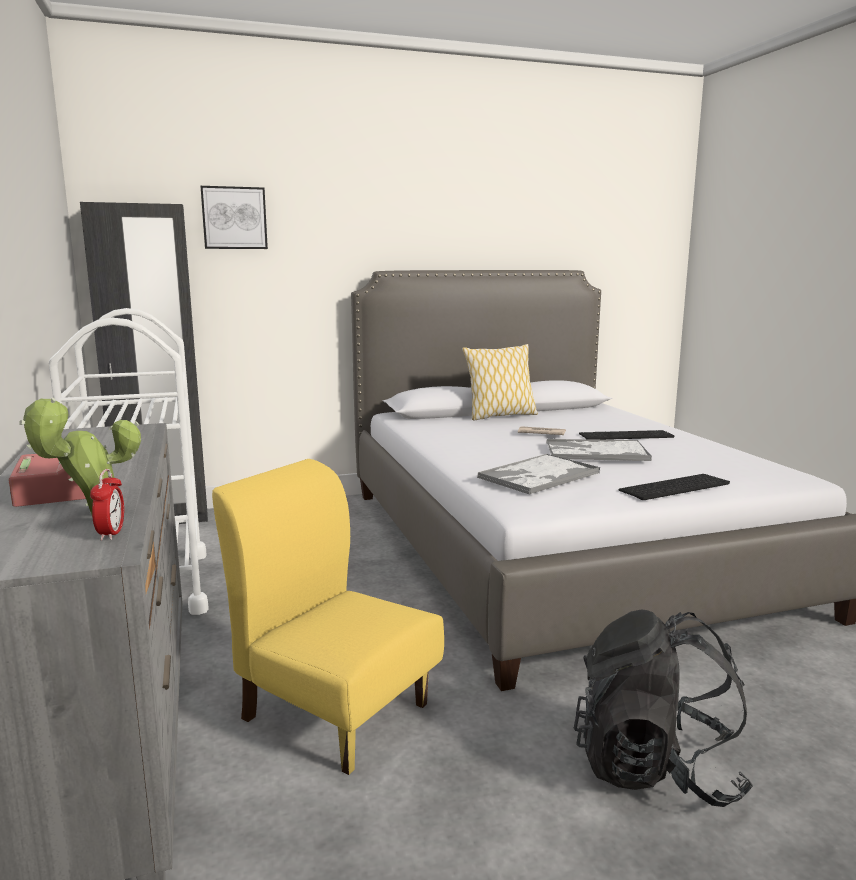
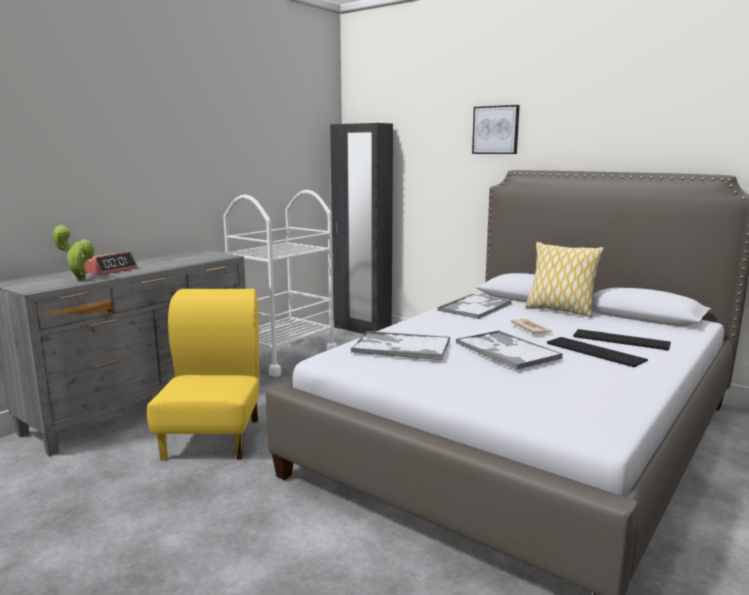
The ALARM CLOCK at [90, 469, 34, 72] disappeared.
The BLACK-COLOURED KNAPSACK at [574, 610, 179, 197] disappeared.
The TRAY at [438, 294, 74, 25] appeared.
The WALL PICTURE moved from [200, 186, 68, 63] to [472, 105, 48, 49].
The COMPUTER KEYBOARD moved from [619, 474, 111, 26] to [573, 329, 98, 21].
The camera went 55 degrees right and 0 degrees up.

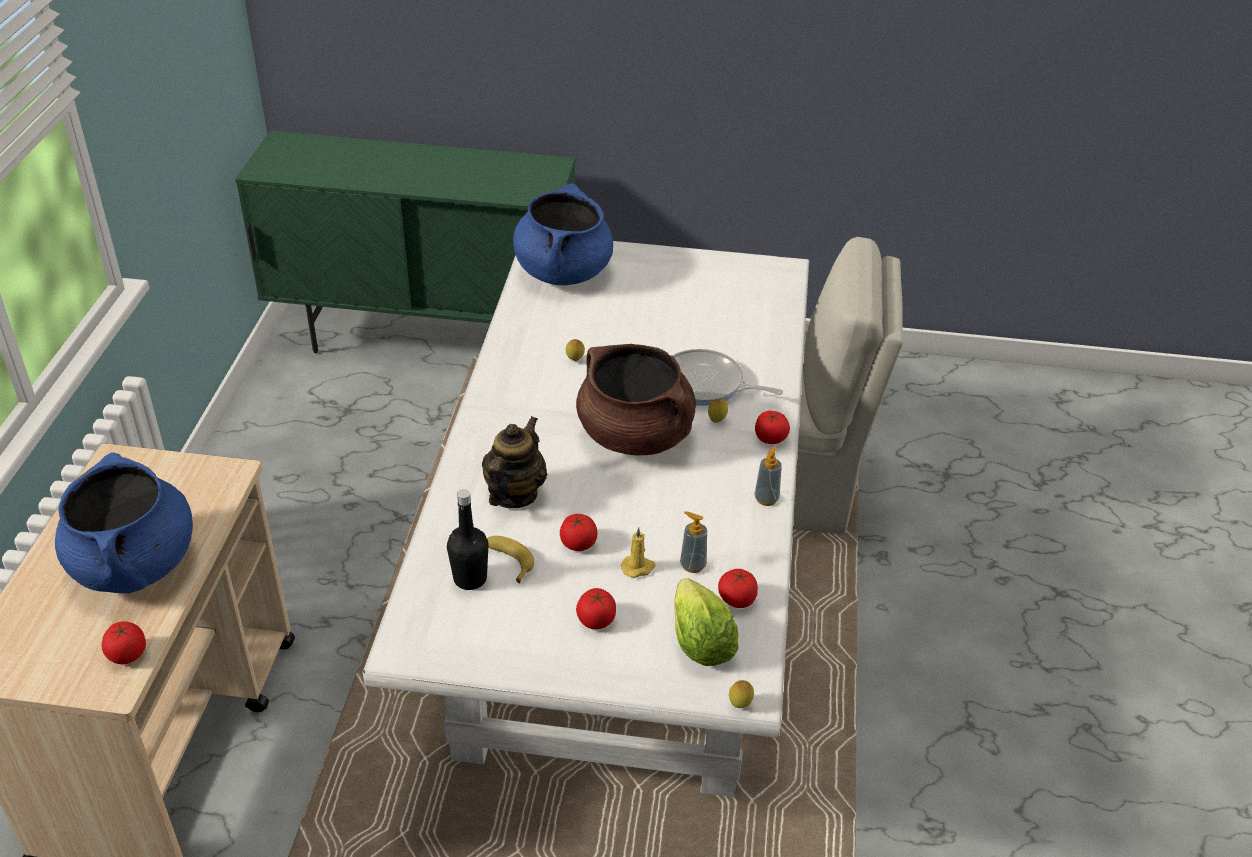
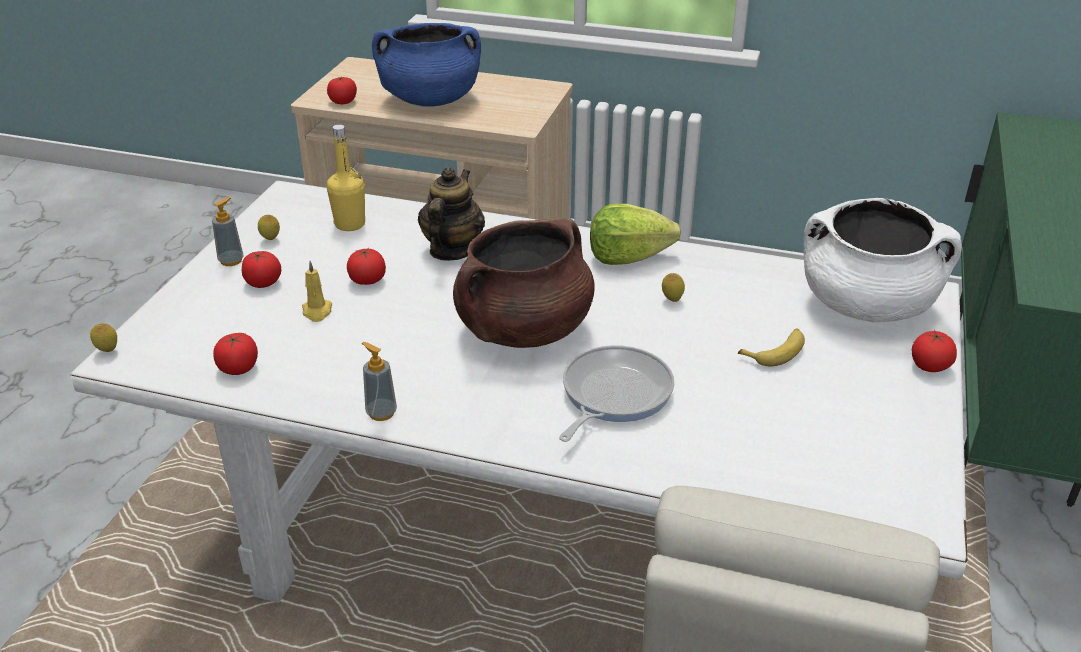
The BANANA moved from [487, 536, 47, 47] to [738, 329, 67, 37].
The HEAD OF LETTUCE moved from [674, 578, 65, 88] to [590, 204, 91, 61].
The SOAP DISPENSER moved from [680, 511, 27, 62] to [212, 197, 32, 69].
The CITRUS FRUIT moved from [708, 398, 20, 25] to [258, 215, 22, 25].
The TOMATO moved from [755, 411, 35, 33] to [912, 330, 45, 42].
The BLACK-COLOURED DRINK BOTTLE at [447, 489, 42, 101] became the YELLOWISH DRINK BOTTLE at [327, 124, 38, 107].
The BLUE-COLOURED COOKING POT at [513, 183, 100, 102] became the WHITE COOKING POT at [804, 198, 158, 124].
The POT FOR TEA at [482, 416, 65, 92] turned 105 degrees counterclockwise.
The camera went 100 degrees right and 5 degrees down.

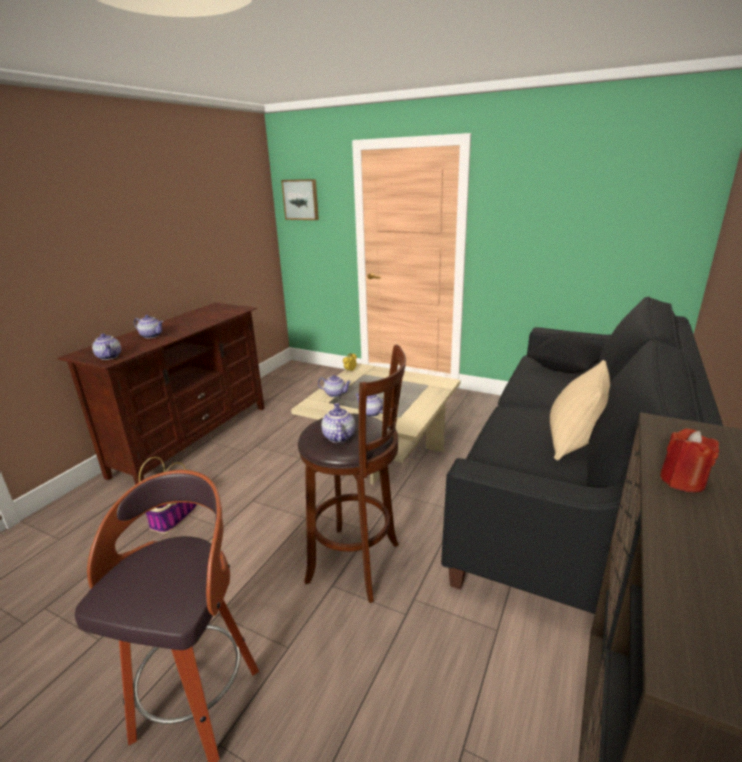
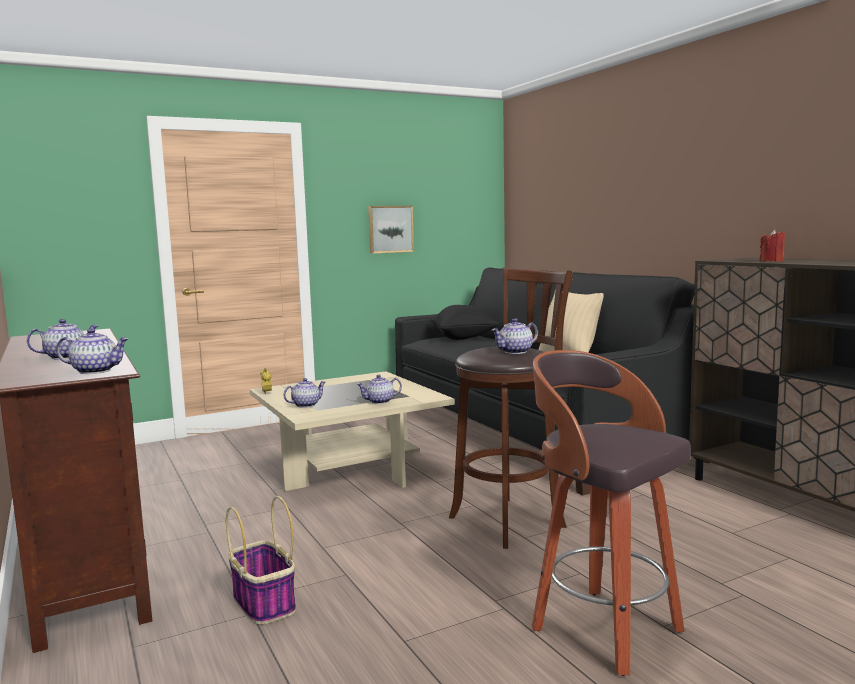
The WALL PICTURE moved from [281, 179, 38, 41] to [368, 206, 46, 48].
The POT FOR TEA at [321, 403, 34, 40] turned 60 degrees counterclockwise.
The camera went 55 degrees left and 15 degrees down.

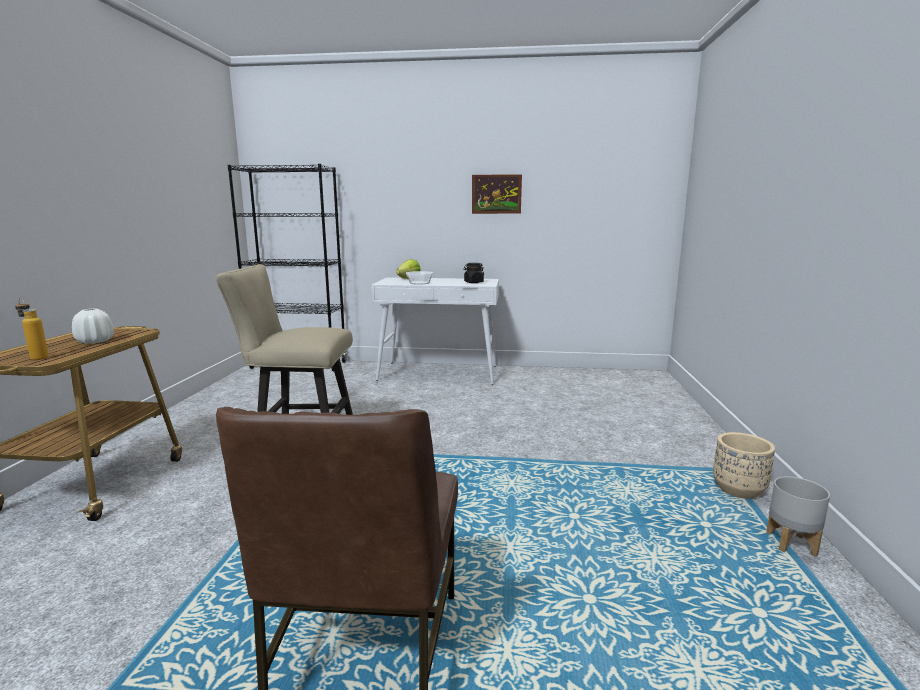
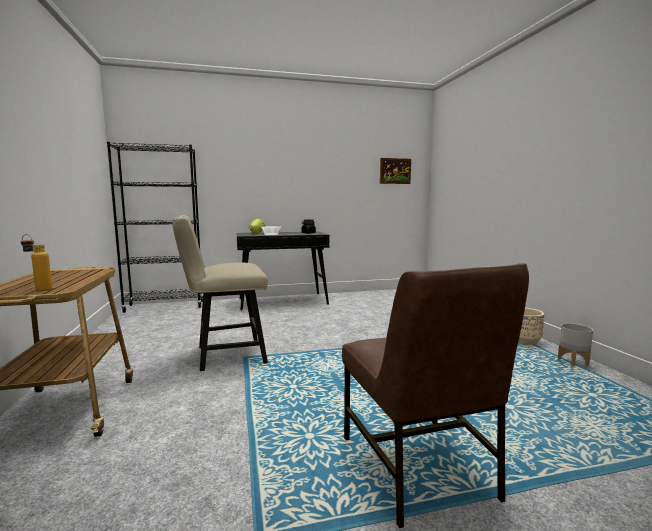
The WHITE FLOWER VASE at [72, 308, 42, 36] disappeared.
The WALL PICTURE moved from [472, 174, 50, 40] to [380, 158, 31, 26].
The WHITE CONSOLE TABLE at [371, 277, 128, 108] became the BLACK-COLOURED CONSOLE TABLE at [237, 231, 92, 80].
The camera went 20 degrees left and 5 degrees down.

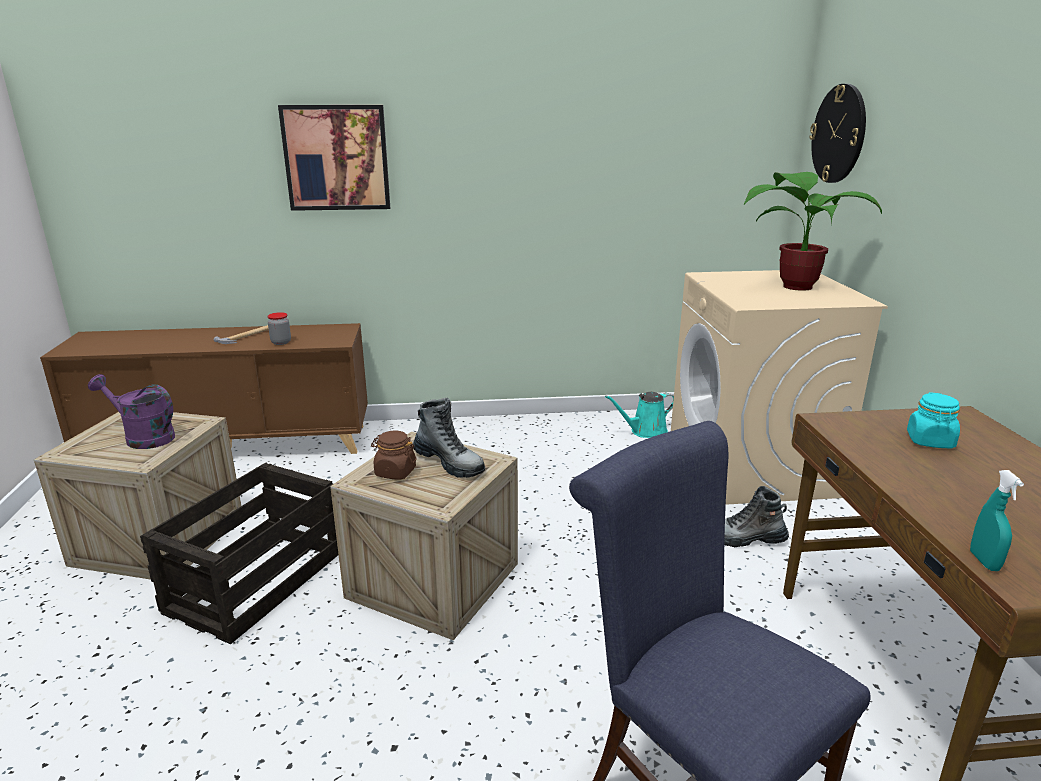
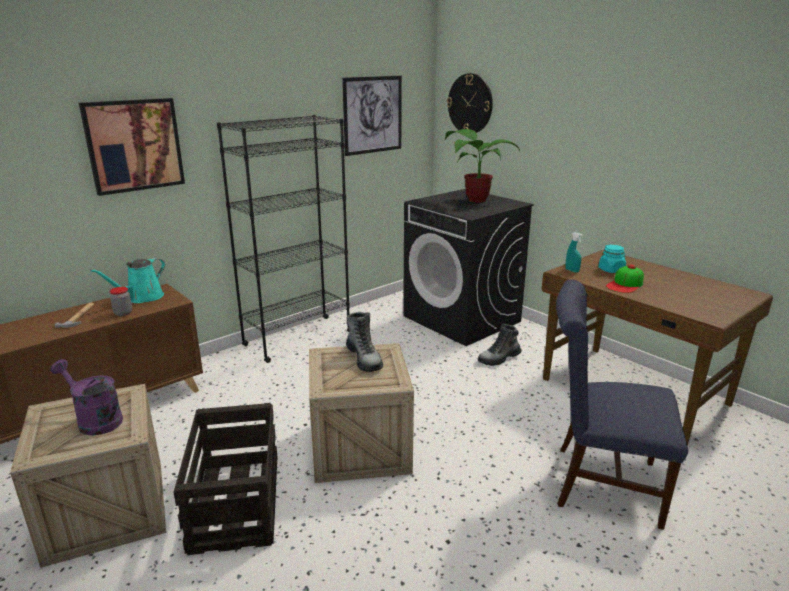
The BROWNISH STORAGE JAR at [371, 431, 45, 49] disappeared.
The BLACK-COLOURED SHELVING UNIT at [217, 115, 133, 248] appeared.
The WALL PICTURE at [342, 76, 60, 80] appeared.
The PEAKED CAP at [606, 265, 38, 28] appeared.
The TURQUOISE SPRINKLING CAN moved from [605, 392, 69, 46] to [90, 258, 75, 45].
The TURQUOISE SPRAYER moved from [970, 470, 54, 101] to [566, 232, 17, 41].
The BEIGE WASHING MACHINE at [671, 270, 217, 235] became the BLACK-COLOURED WASHING MACHINE at [403, 189, 131, 157].
The PURPLISH SPRINKLING CAN at [88, 374, 87, 75] turned 45 degrees clockwise.
The BOOT at [413, 398, 72, 80] turned 60 degrees clockwise.
The camera went 35 degrees left and 0 degrees up.

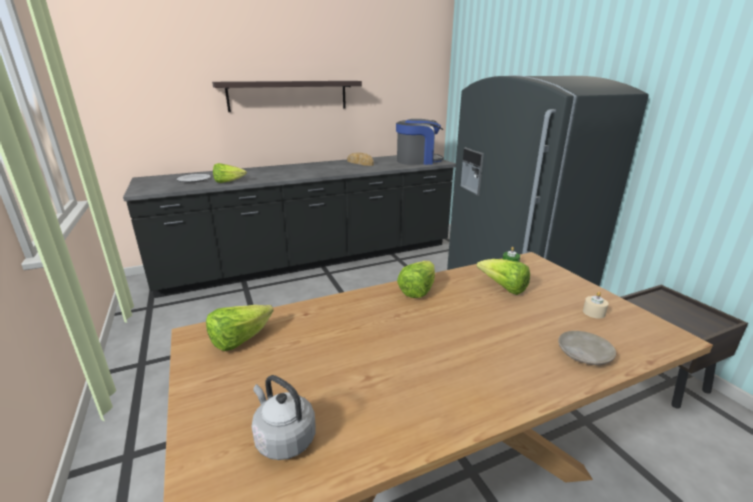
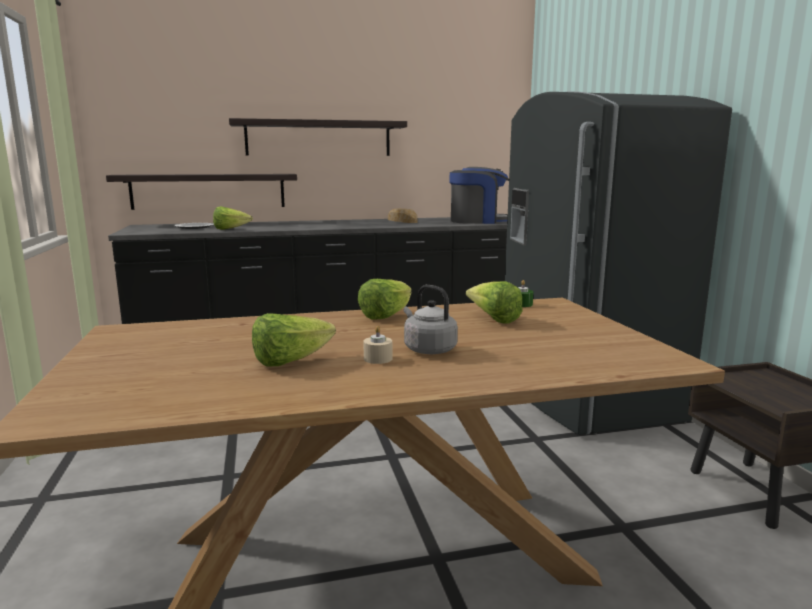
The BEIGE FLAT DISH at [558, 331, 58, 34] disappeared.
The WALL SHELF at [106, 174, 191, 36] appeared.
The HEAD OF LETTUCE moved from [206, 305, 67, 46] to [252, 313, 84, 54].
The GREYISH WATER KETTLE moved from [251, 375, 65, 85] to [404, 285, 54, 69].
The BEIGE WAX CANDLE moved from [583, 291, 25, 28] to [363, 326, 29, 38].
The camera went 10 degrees right and 10 degrees down.

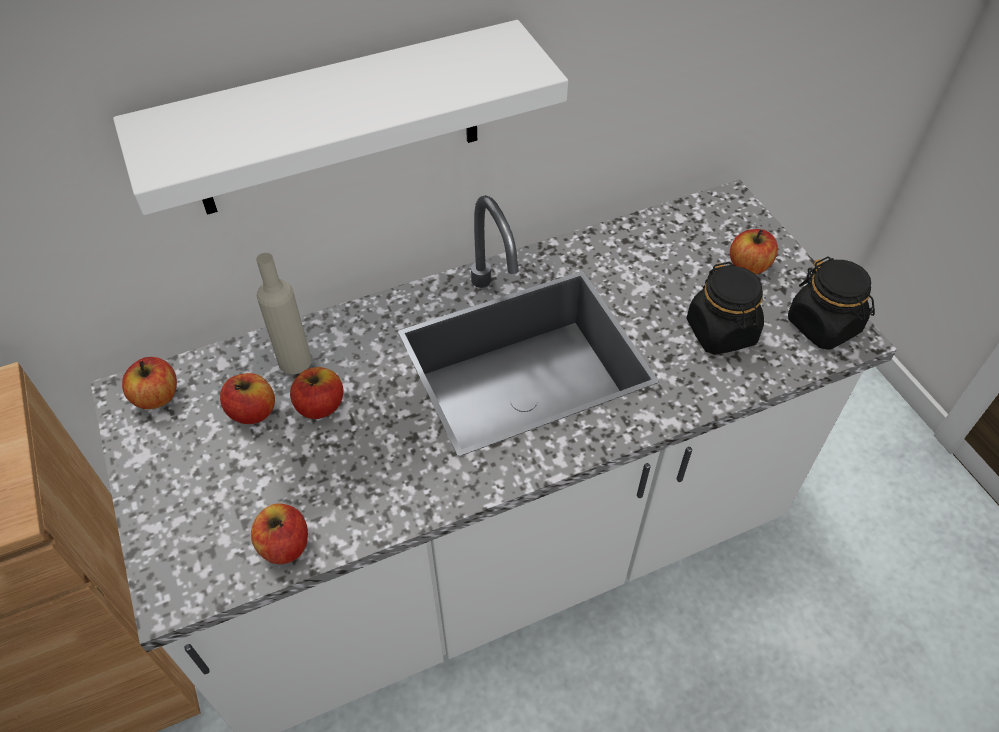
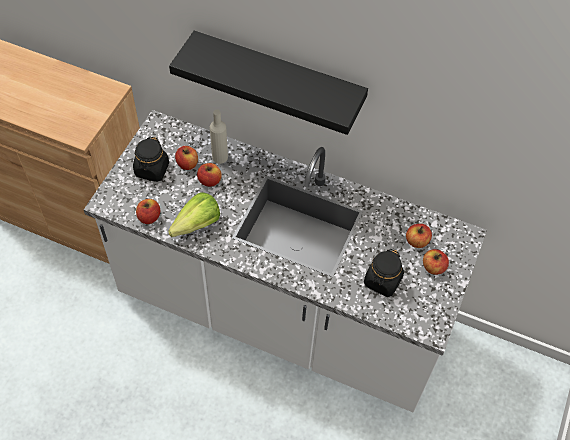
The HEAD OF LETTUCE at [168, 192, 52, 45] appeared.
The WHOLE APPLE moved from [122, 357, 55, 52] to [406, 224, 26, 24].
The BLACK-COLOURED STORAGE JAR moved from [788, 256, 87, 94] to [133, 137, 36, 45].
The WHITE WALL SHELF at [113, 20, 455, 195] became the BLACK-COLOURED WALL SHELF at [169, 31, 199, 104].
The camera went 45 degrees right and 5 degrees up.

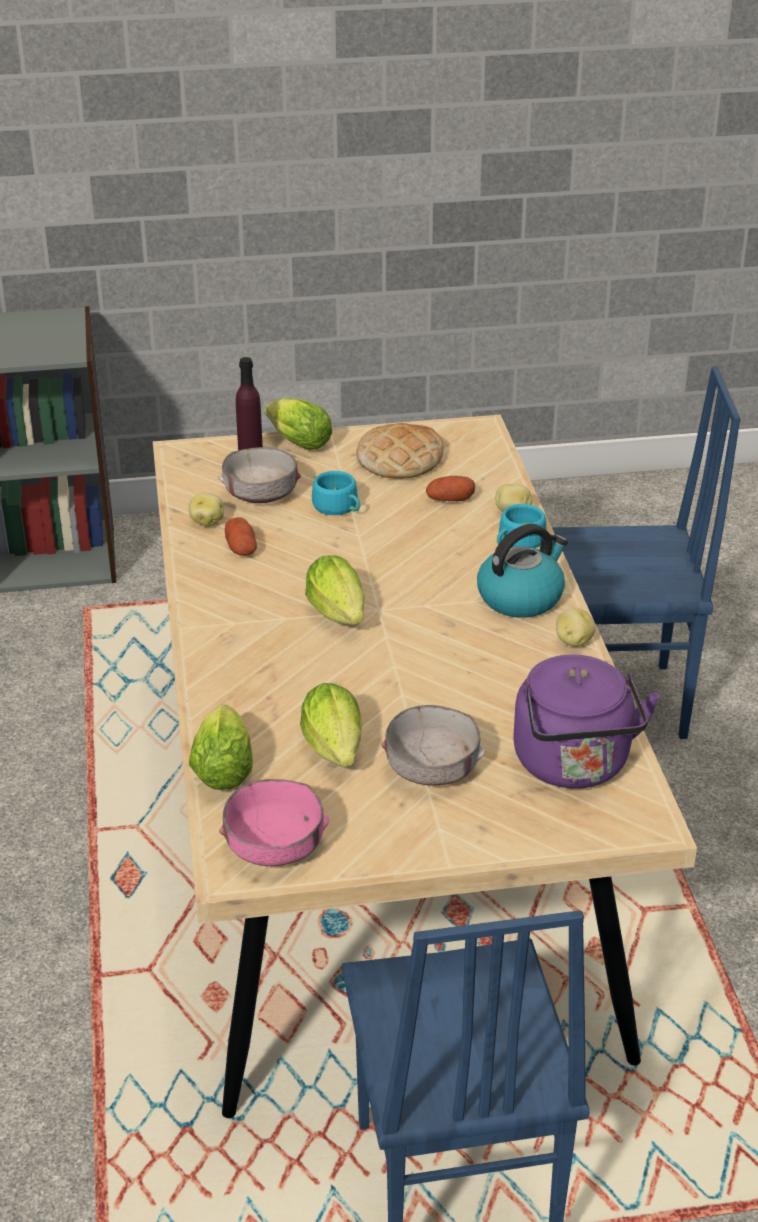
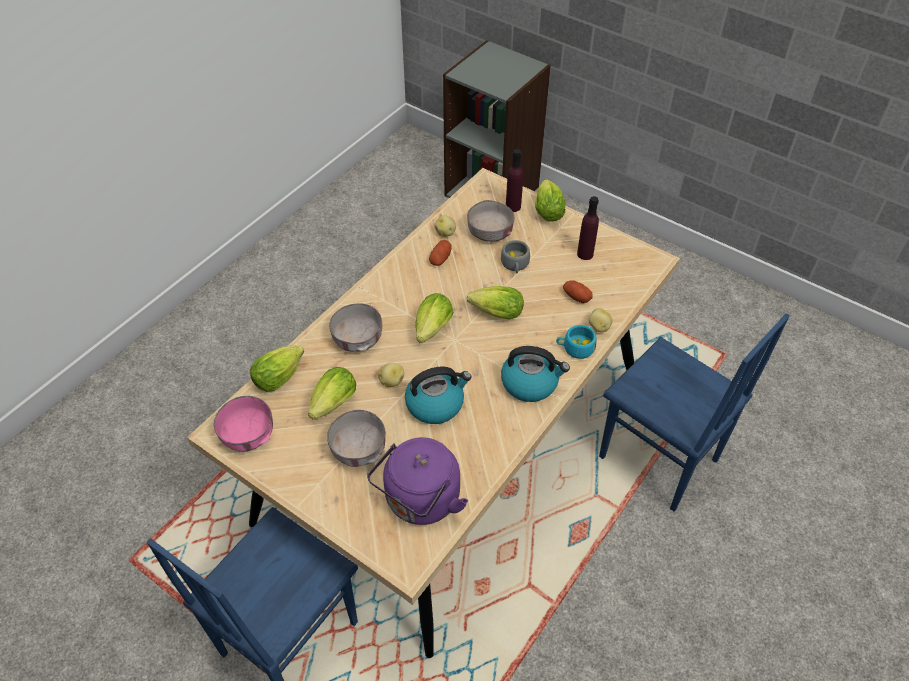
The GREYISH SERVING BOWL at [329, 303, 53, 49] appeared.
The WATER KETTLE at [405, 366, 66, 58] appeared.
The HEAD OF LETTUCE at [467, 286, 57, 33] appeared.
The POTATO moved from [556, 608, 39, 39] to [378, 362, 26, 25].
The BREAD at [357, 423, 87, 56] was replaced by the PURPLISH DRINK BOTTLE at [577, 196, 22, 64].
The TURQUOISE SMALL CUP at [312, 471, 48, 44] became the GREYISH SMALL CUP at [501, 240, 29, 33].
The camera went 45 degrees right and 15 degrees up.

